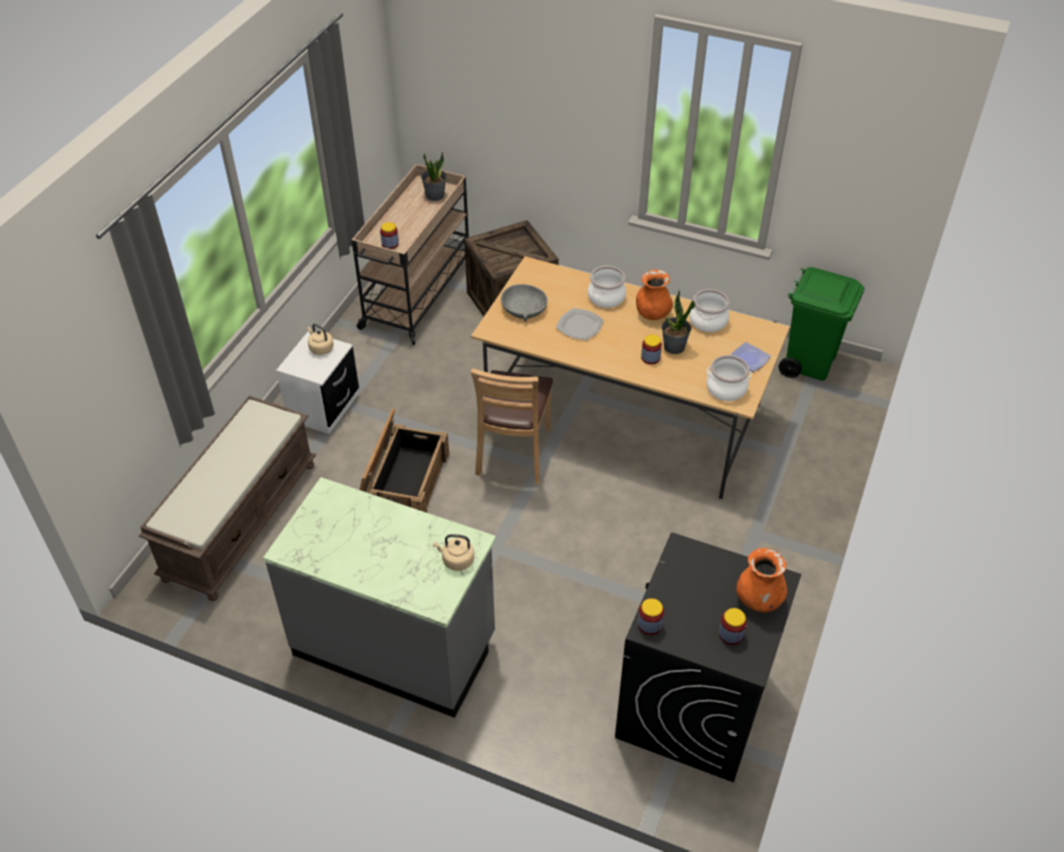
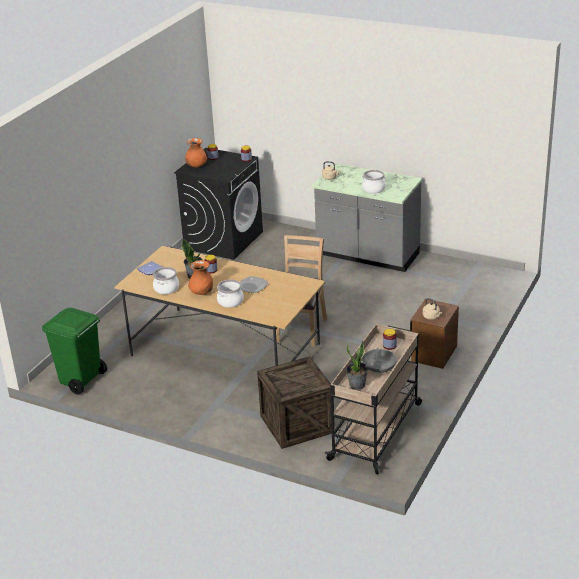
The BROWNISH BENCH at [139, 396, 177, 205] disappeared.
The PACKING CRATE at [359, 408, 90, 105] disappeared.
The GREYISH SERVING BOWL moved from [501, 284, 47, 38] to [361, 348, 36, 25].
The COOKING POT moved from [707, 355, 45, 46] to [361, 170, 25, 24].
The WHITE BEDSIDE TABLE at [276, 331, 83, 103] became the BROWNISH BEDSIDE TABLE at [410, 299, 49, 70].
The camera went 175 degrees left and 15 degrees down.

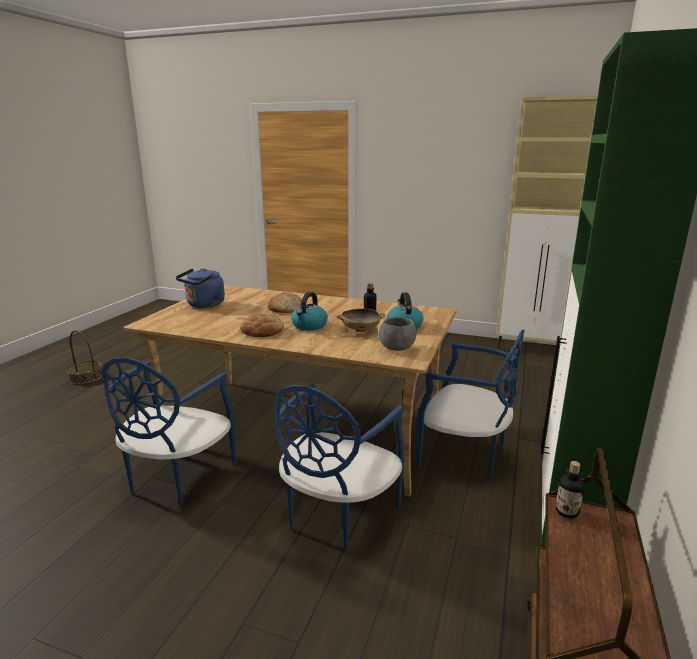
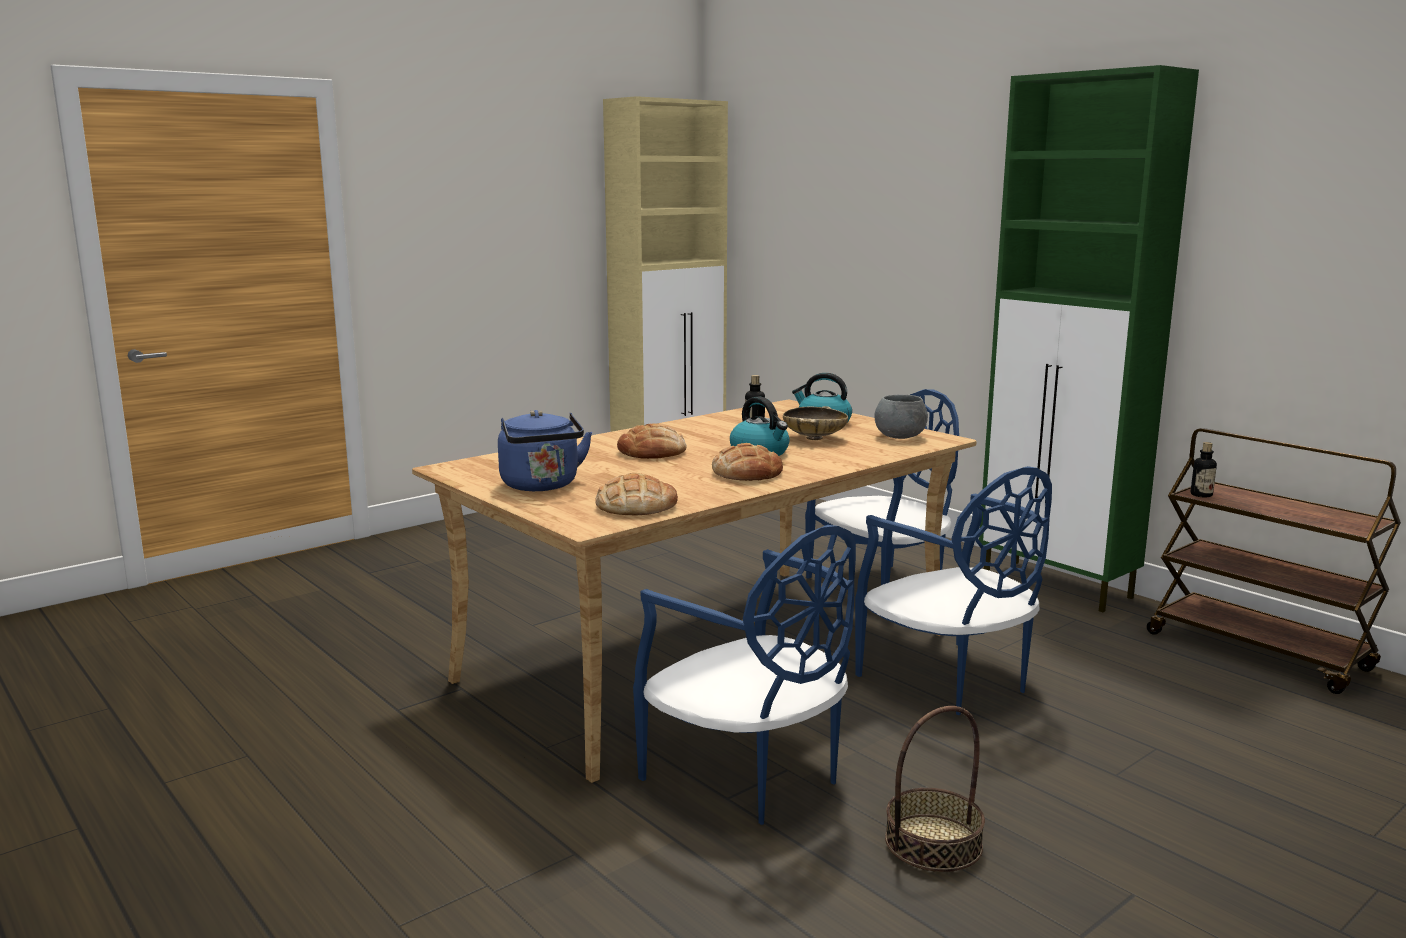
The BREAD at [595, 473, 83, 42] appeared.
The STORAGE BASKET moved from [67, 330, 35, 54] to [885, 706, 100, 166].
The camera went 60 degrees left and 5 degrees down.

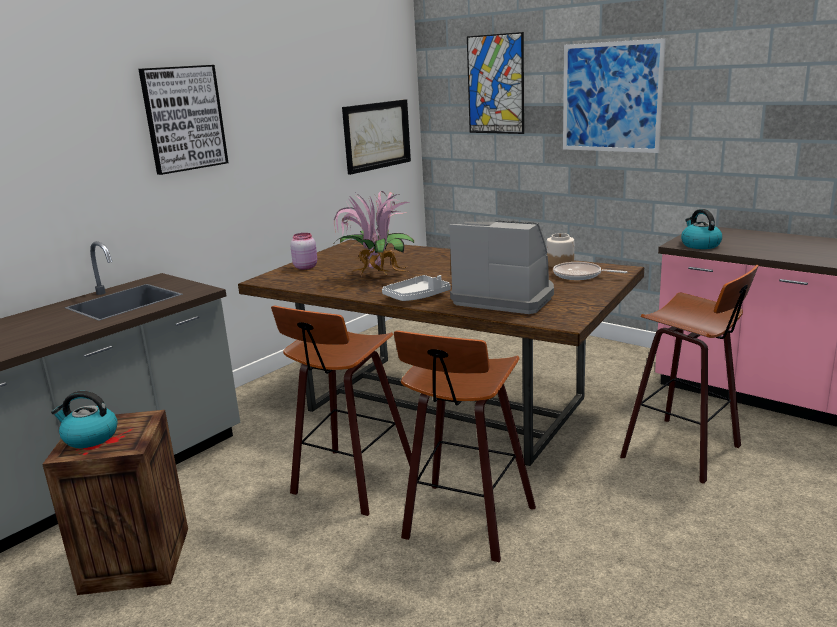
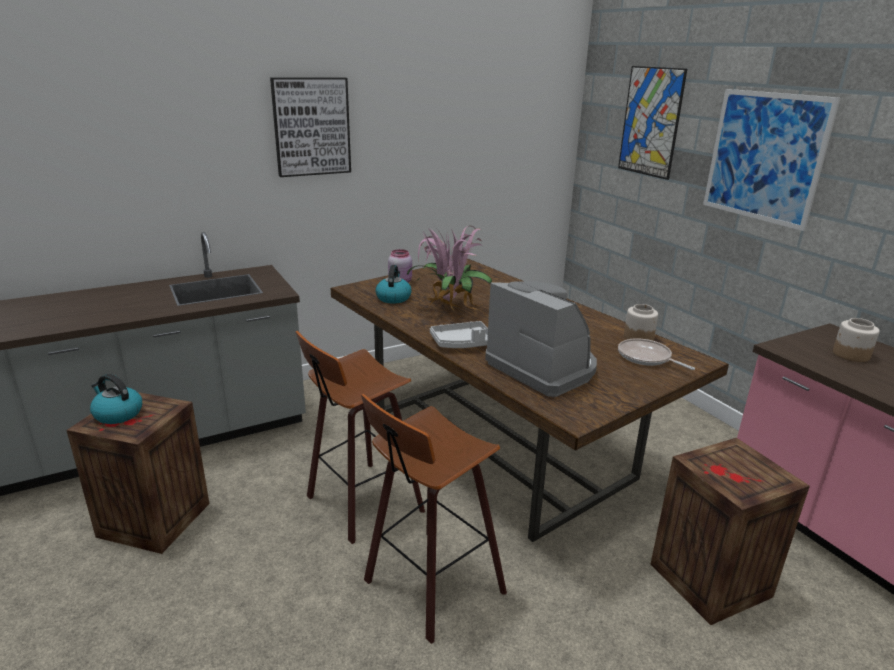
The WALL PICTURE at [342, 99, 69, 76] disappeared.
The STORAGE JAR at [833, 318, 47, 44] appeared.
The WATER KETTLE moved from [681, 209, 41, 40] to [375, 265, 36, 38].
The STOOL at [620, 265, 139, 219] was replaced by the PACKING CRATE at [650, 438, 160, 187].
The camera went 20 degrees right and 5 degrees up.

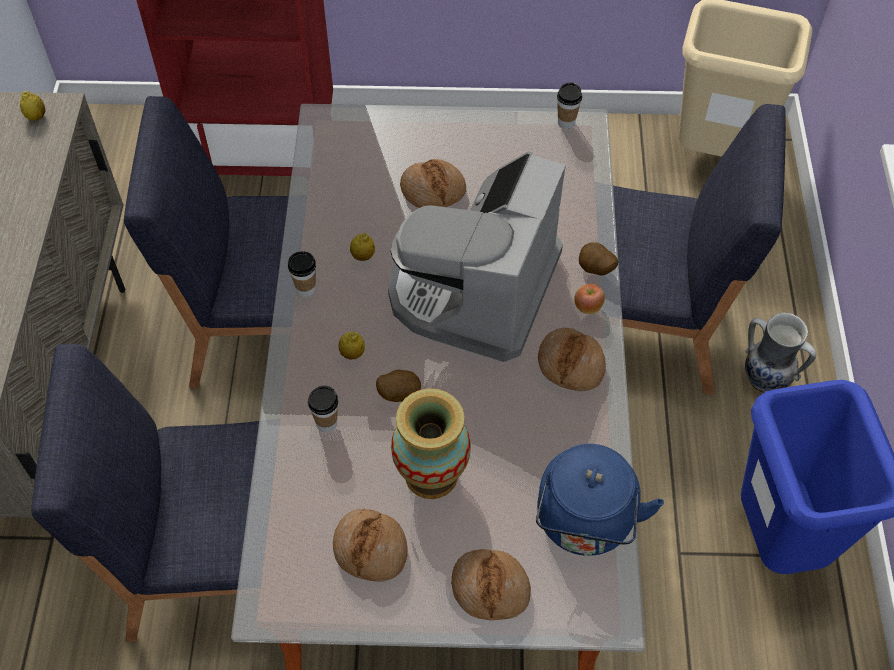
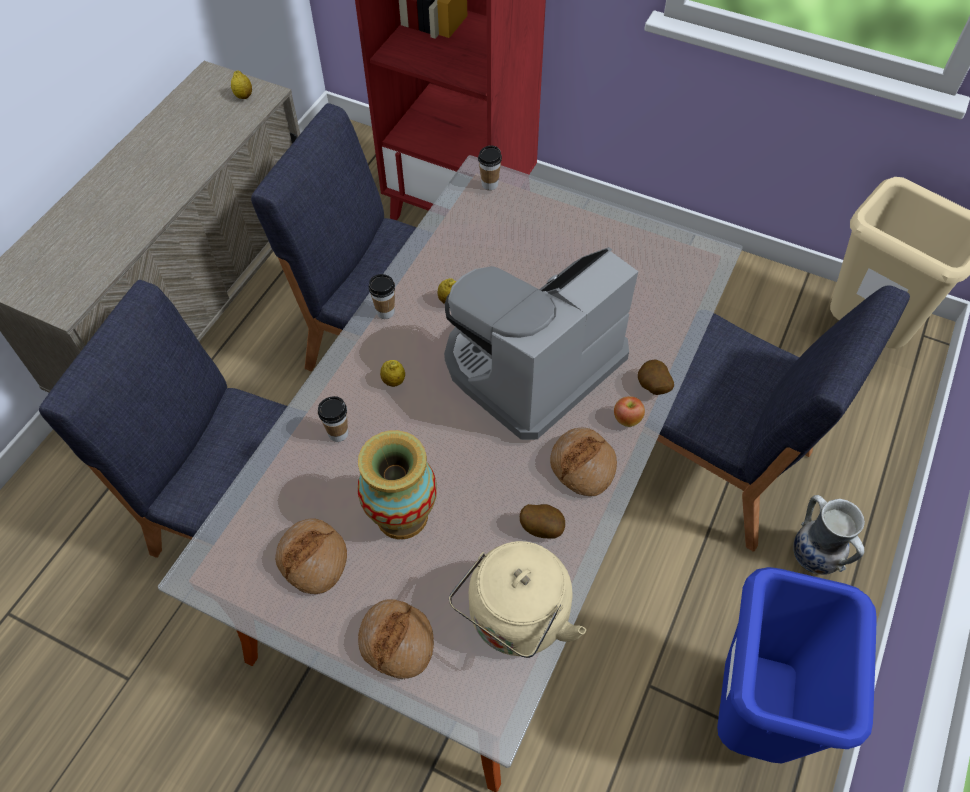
The BREAD at [400, 159, 66, 49] disappeared.
The POTATO moved from [376, 370, 45, 32] to [520, 504, 45, 35].
The SMALL CUP moved from [557, 82, 25, 47] to [478, 146, 24, 44].
The BLUE-COLOURED WATER KETTLE at [536, 444, 128, 112] became the BEIGE WATER KETTLE at [449, 541, 137, 117].
The camera went 25 degrees right and 0 degrees up.

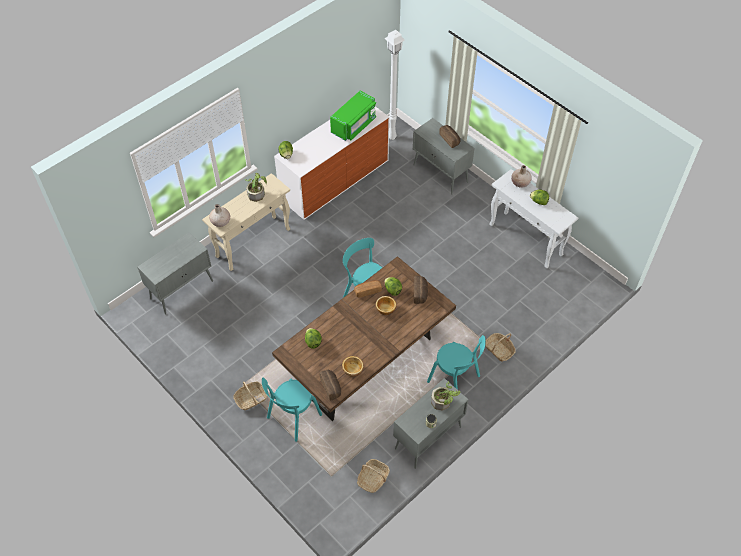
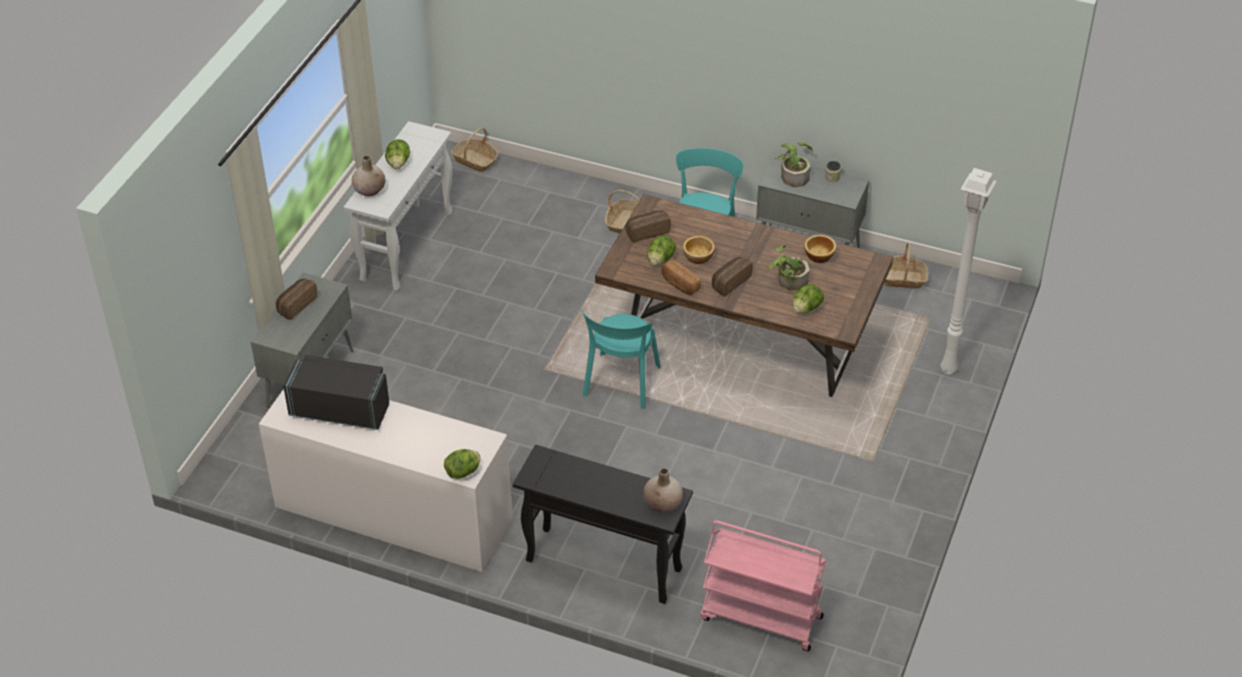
The TURQUOISE UPRIGHT CHAIR at [262, 378, 60, 64] disappeared.
The STORAGE BASKET moved from [233, 382, 34, 28] to [451, 128, 47, 44].
The POTTED PLANT moved from [245, 173, 22, 29] to [769, 244, 40, 47].
The BREAD moved from [319, 370, 22, 30] to [712, 257, 41, 39].
The WHITE STANDARD LAMP moved from [384, 30, 21, 110] to [941, 168, 56, 206].
The GREYISH CUPBOARD at [137, 232, 76, 83] was replaced by the PINKISH TROLLEY at [700, 520, 126, 131].
The BEIGE CONSOLE TABLE at [202, 173, 88, 98] became the BLACK-COLOURED CONSOLE TABLE at [513, 445, 180, 159].
The GREENISH MICROWAVE OVEN at [330, 91, 46, 50] became the BLACK-COLOURED MICROWAVE OVEN at [283, 355, 107, 75].
The camera went 115 degrees left and 10 degrees down.

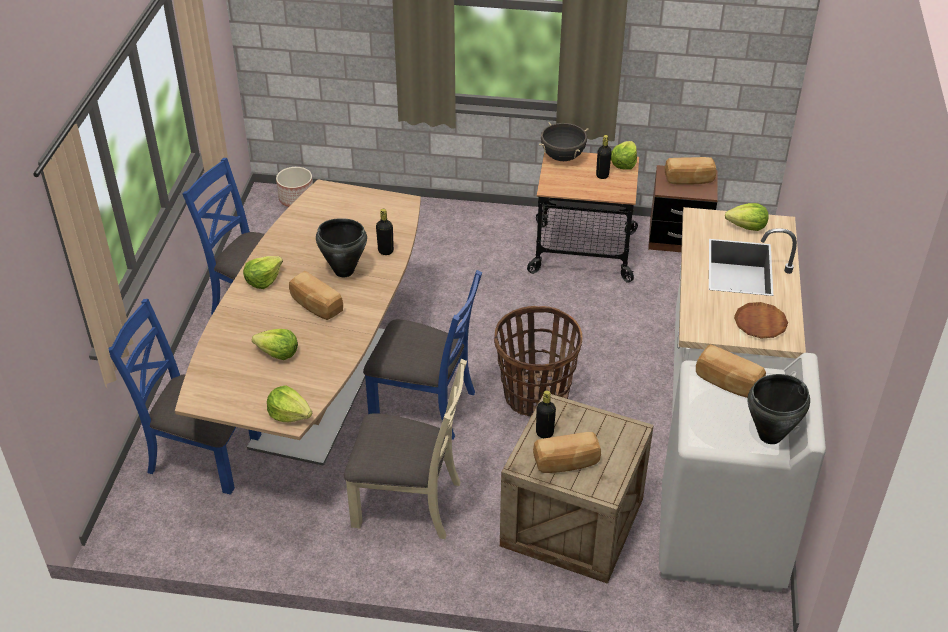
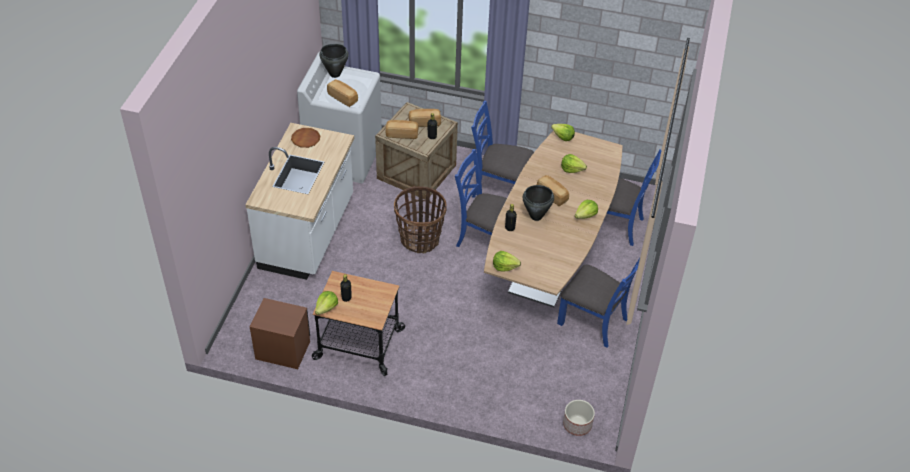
The BLACK-COLOURED COOKING POT at [539, 122, 50, 39] disappeared.
The BREAD moved from [665, 157, 51, 28] to [385, 120, 34, 19].
The HEAD OF LETTUCE moved from [725, 203, 44, 28] to [493, 251, 28, 21].
The BEIGE UPRIGHT CHAIR at [344, 359, 123, 180] became the BLUE-COLOURED UPRIGHT CHAIR at [471, 101, 63, 97].
The camera went 175 degrees left and 5 degrees up.

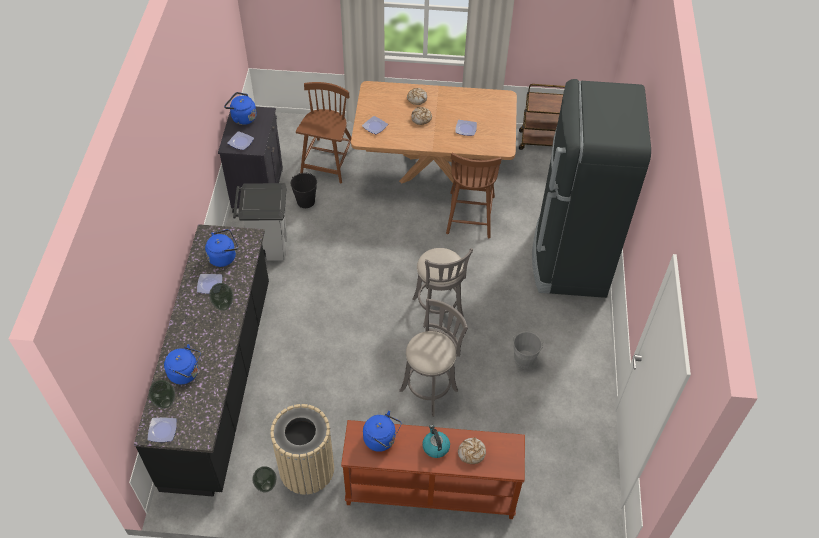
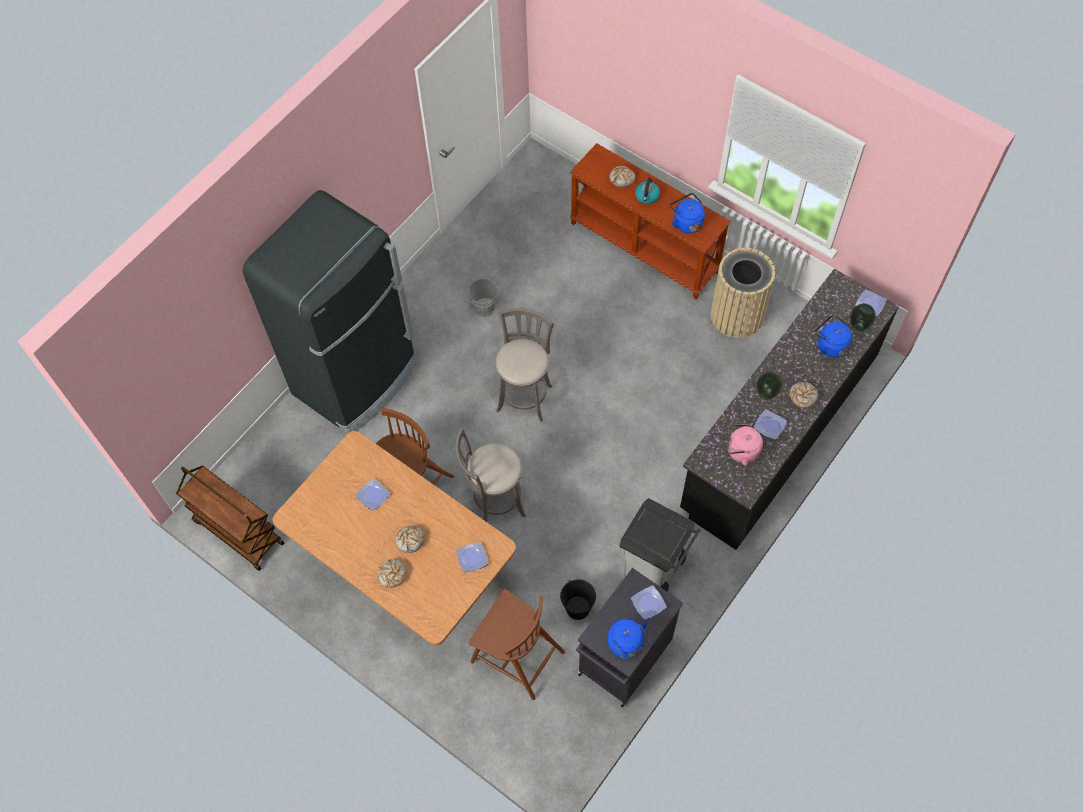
The FLOWER VASE at [252, 466, 25, 26] disappeared.
The BREAD at [789, 382, 29, 26] appeared.
The GREYISH STOOL moved from [400, 299, 68, 118] to [455, 428, 71, 94].
The BLUE-COLOURED WATER KETTLE at [205, 229, 33, 38] became the PINKISH WATER KETTLE at [728, 424, 35, 42].
The BROWNISH UPRIGHT CHAIR at [296, 82, 56, 102] turned 105 degrees counterclockwise.
The camera went 145 degrees left and 10 degrees up.

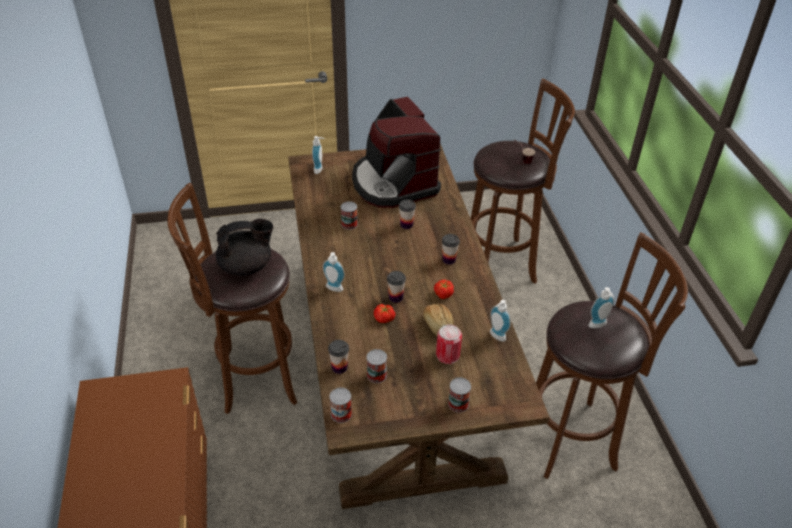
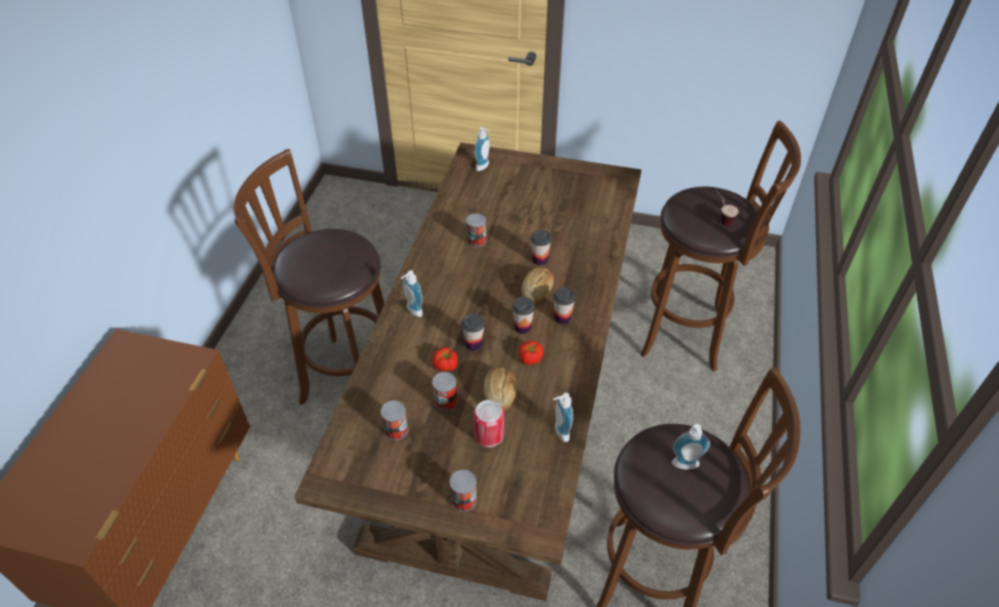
The BLACK-COLOURED POT FOR TEA at [216, 219, 57, 57] disappeared.
The COFFEE BREWER at [352, 97, 89, 111] disappeared.
The BREAD at [521, 267, 33, 37] appeared.
The SMALL CUP moved from [328, 340, 21, 34] to [512, 297, 23, 37].
The SEALED CAN moved from [330, 387, 22, 36] to [432, 372, 26, 39].
The camera went 25 degrees right and 5 degrees up.

